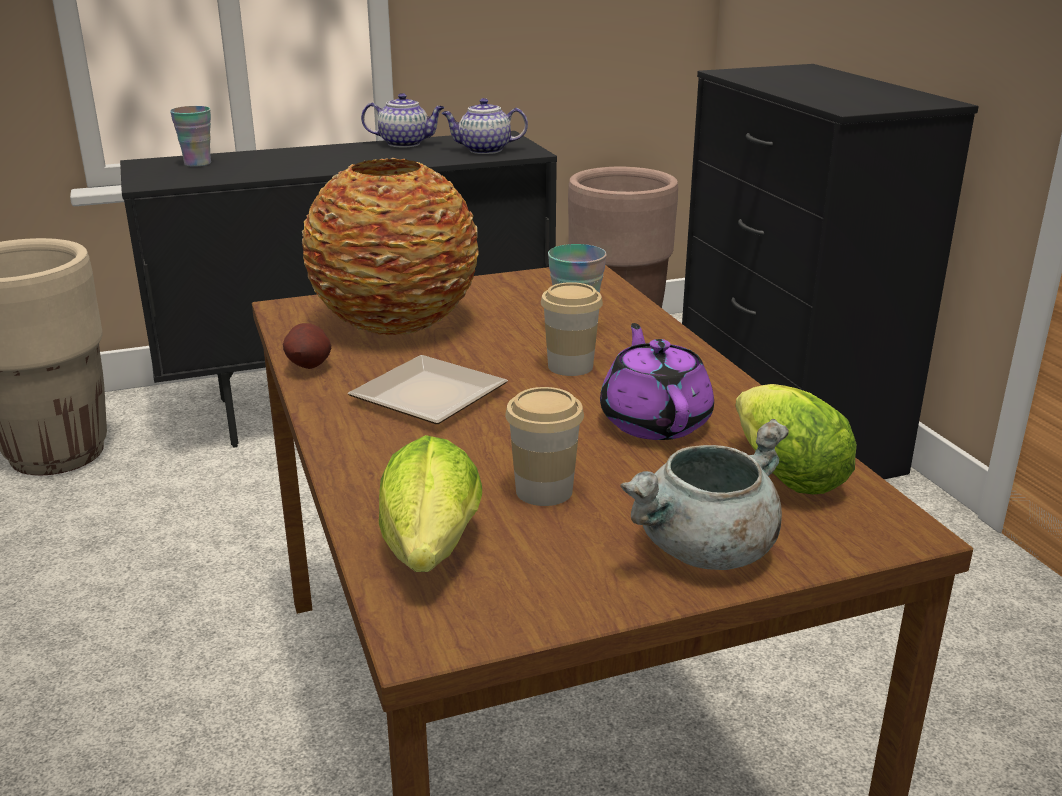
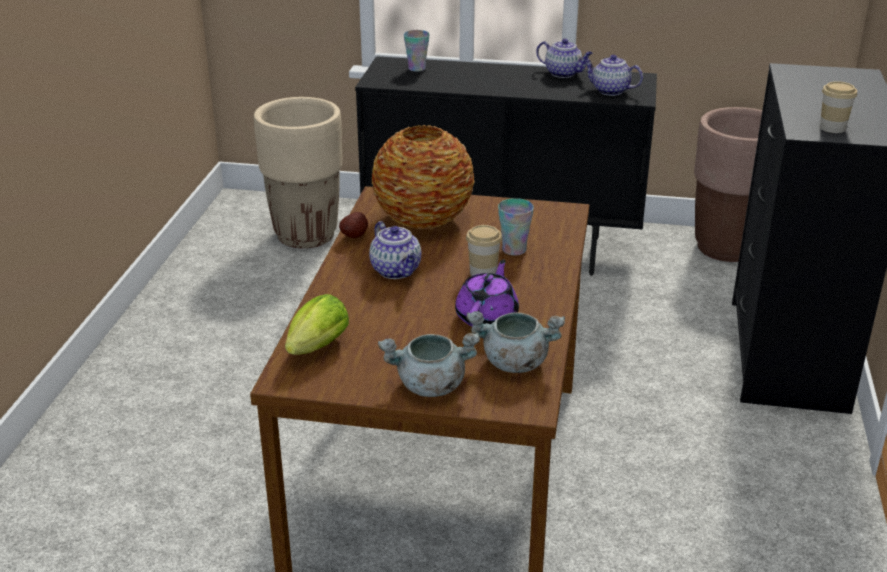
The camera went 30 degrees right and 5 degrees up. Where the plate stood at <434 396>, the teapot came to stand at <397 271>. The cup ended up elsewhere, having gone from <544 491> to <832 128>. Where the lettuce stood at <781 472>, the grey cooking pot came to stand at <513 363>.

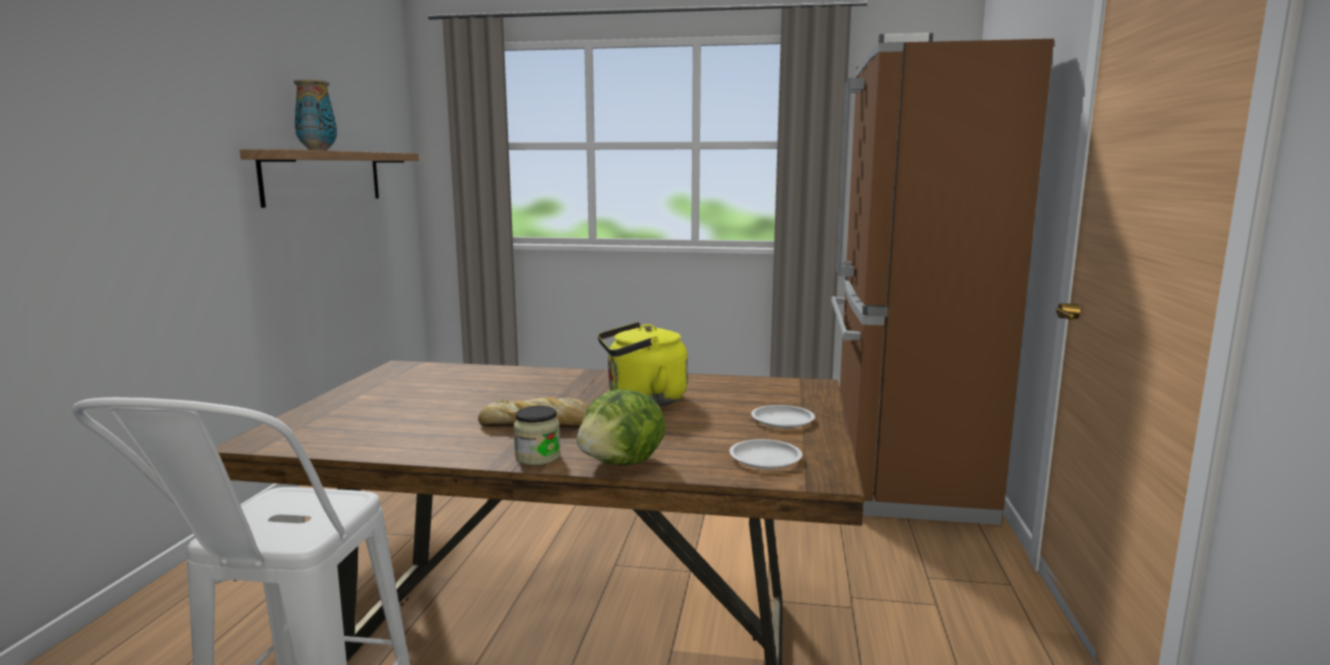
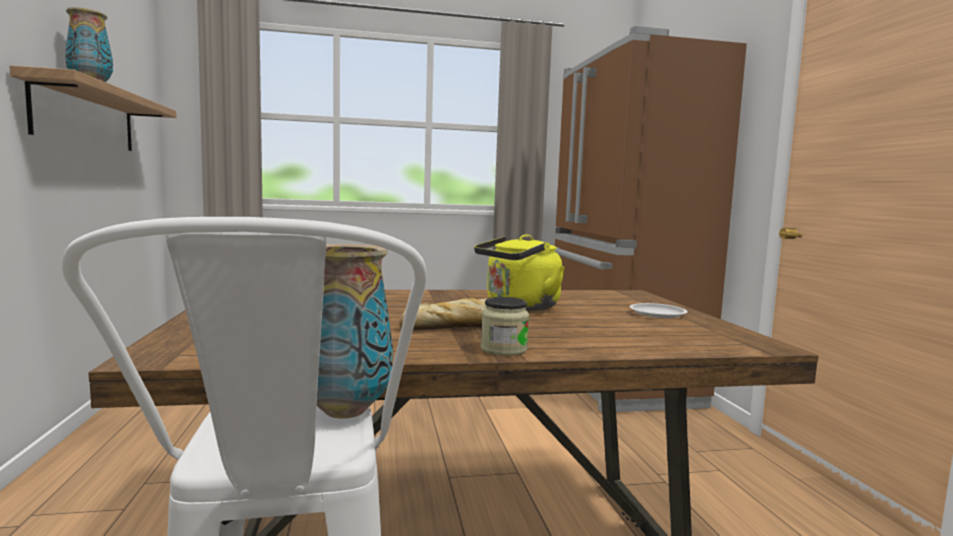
The camera went 20 degrees left and 5 degrees down. The second view lost the lettuce at <623 463>. The second view lost the white plate at <764 459>. The second view gained the vase at <345 411>.

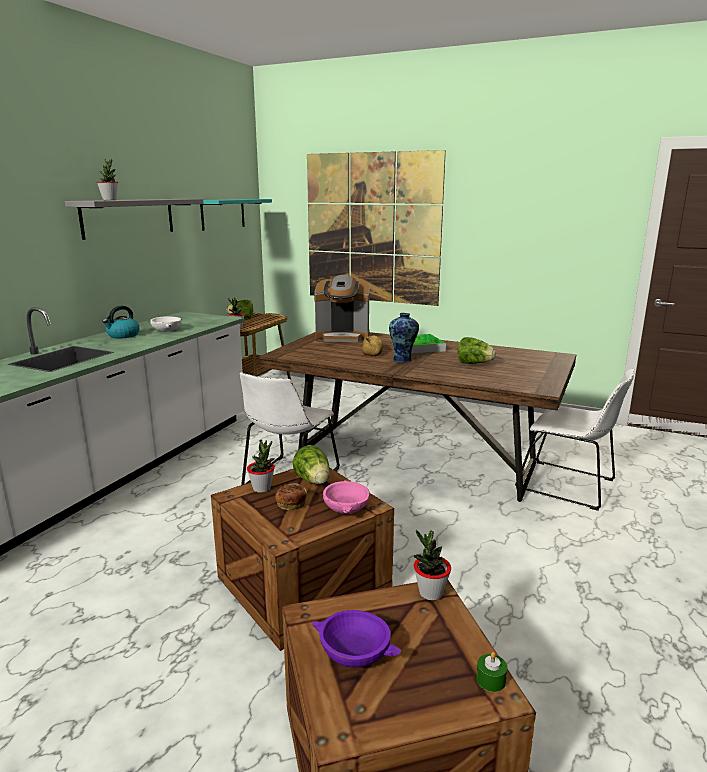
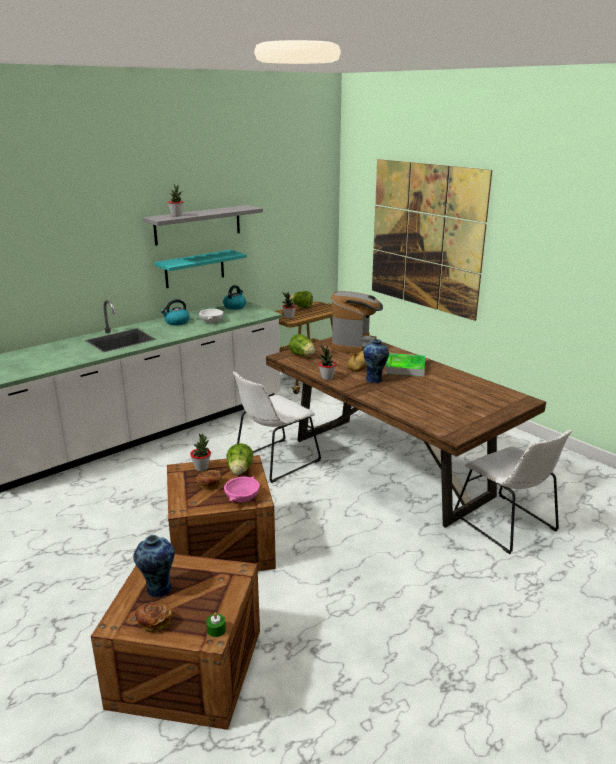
The camera went 25 degrees right and 5 degrees up. The turquoise shelf ended up elsewhere, having gone from <223 214> to <194 269>. Where the purple bowl stood at <353 653>, the vase came to stand at <157 589>. The coffee machine at <342 336> ended up facing another way, 105 degrees counterclockwise from before. The potted plant ended up elsewhere, having gone from <430 593> to <327 378>. The lettuce ended up elsewhere, having gone from <474 364> to <302 355>. The second view gained the bread at <154 623>. The second view gained the kettle at <235 306>.

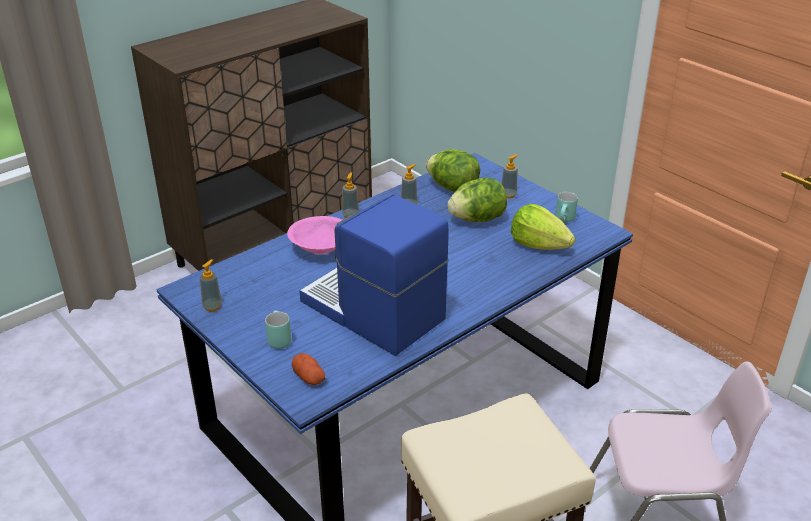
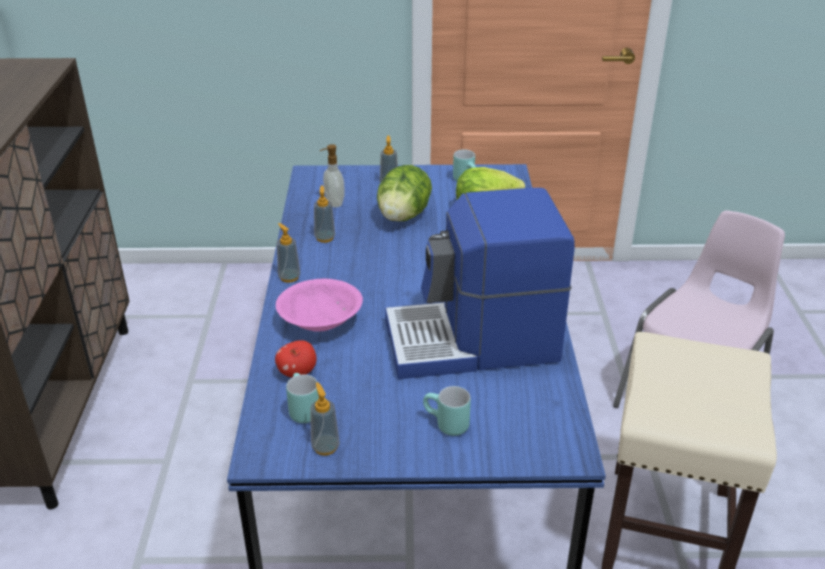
The camera went 50 degrees left and 0 degrees up. The second view lost the potato at <309 377>. Where the lettuce stood at <453 188>, the soap dispenser came to stand at <333 203>. The second view gained the apple at <297 372>. The second view gained the turquoise mug at <300 410>.

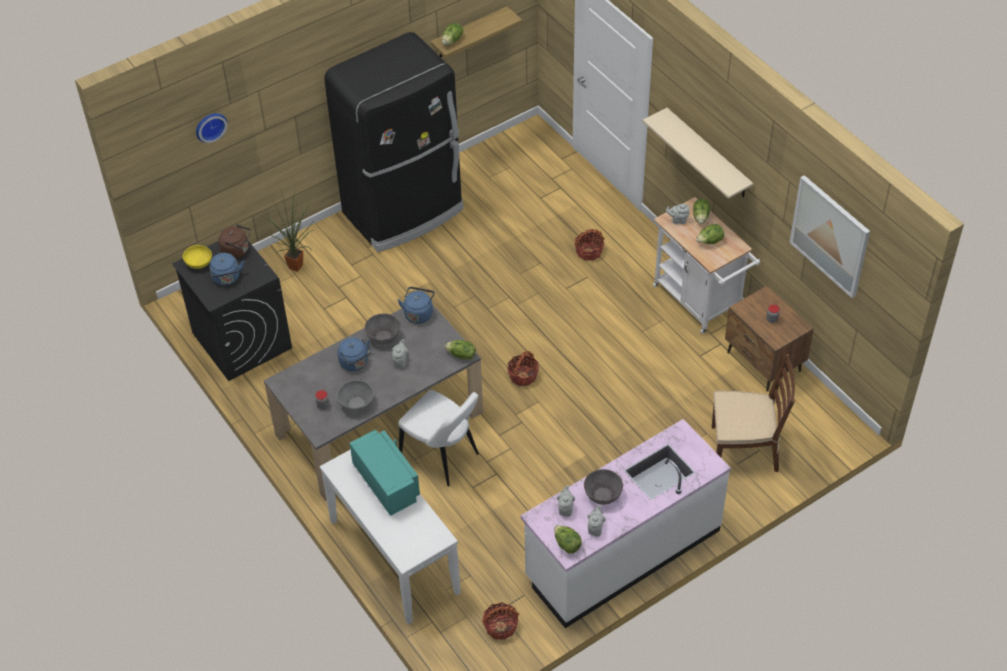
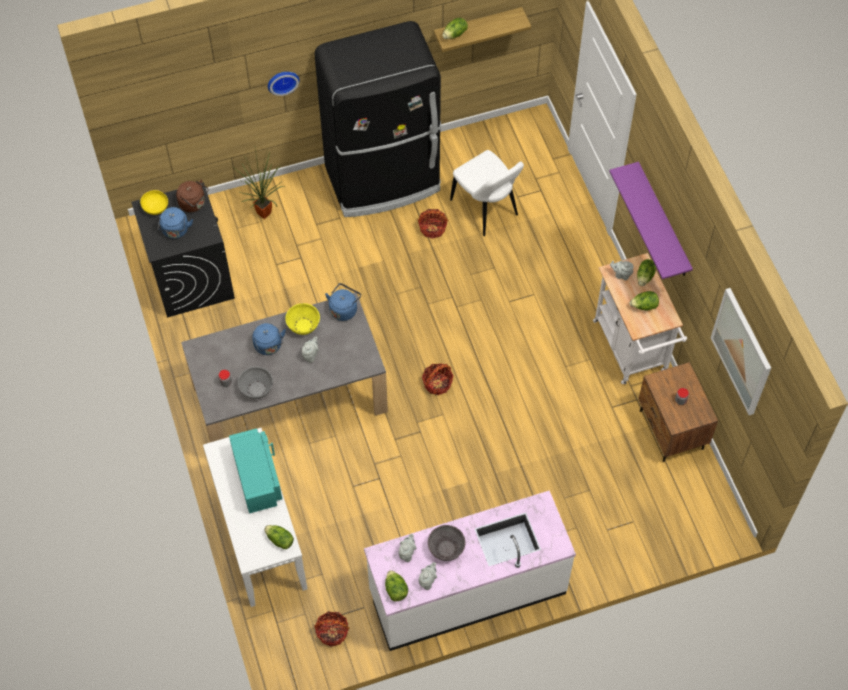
The camera went 15 degrees right and 10 degrees up. The wall clock ended up elsewhere, having gone from <210 126> to <282 81>. What was the grey bowl at <383 337> turned into the yellow bowl at <303 325>. The white chair ended up elsewhere, having gone from <442 457> to <486 209>. The lettuce ended up elsewhere, having gone from <461 355> to <279 540>. The basket ended up elsewhere, having gone from <589 251> to <432 228>. What was the beige shelf at <708 154> turned into the purple shelf at <663 221>. The second view lost the brown chair at <745 448>.

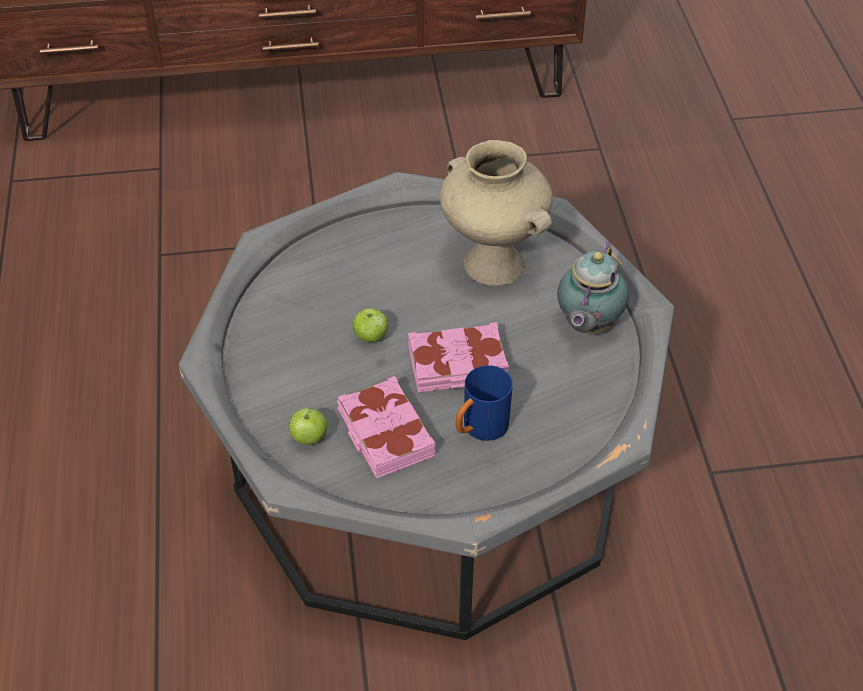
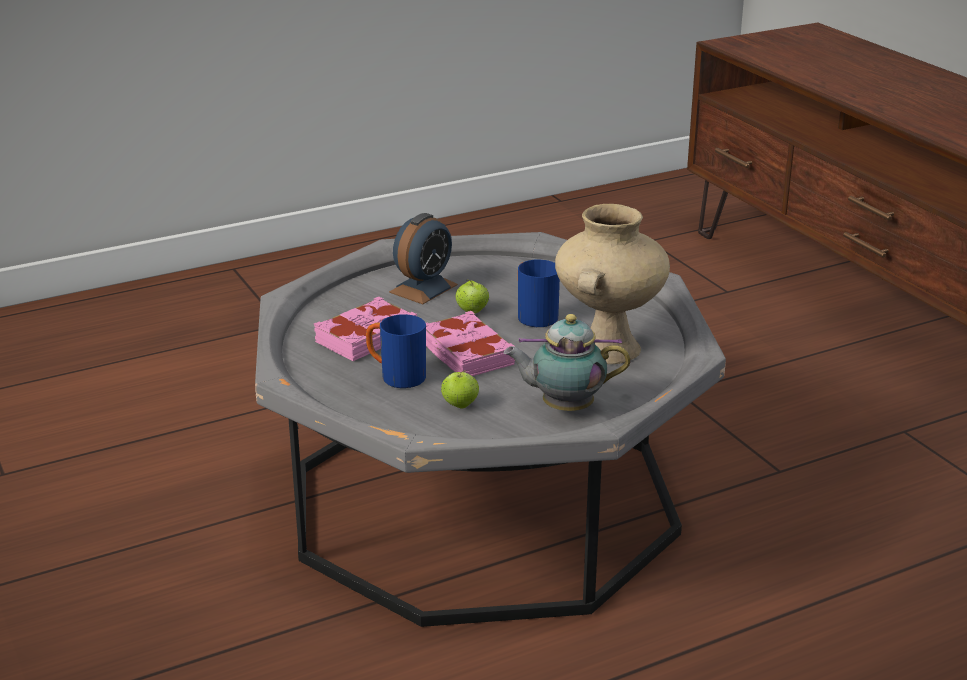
The camera went 70 degrees right and 20 degrees down. The apple ended up elsewhere, having gone from <309 438> to <460 405>. The second view gained the alarm clock at <423 288>. The second view gained the blue mug at <533 315>.

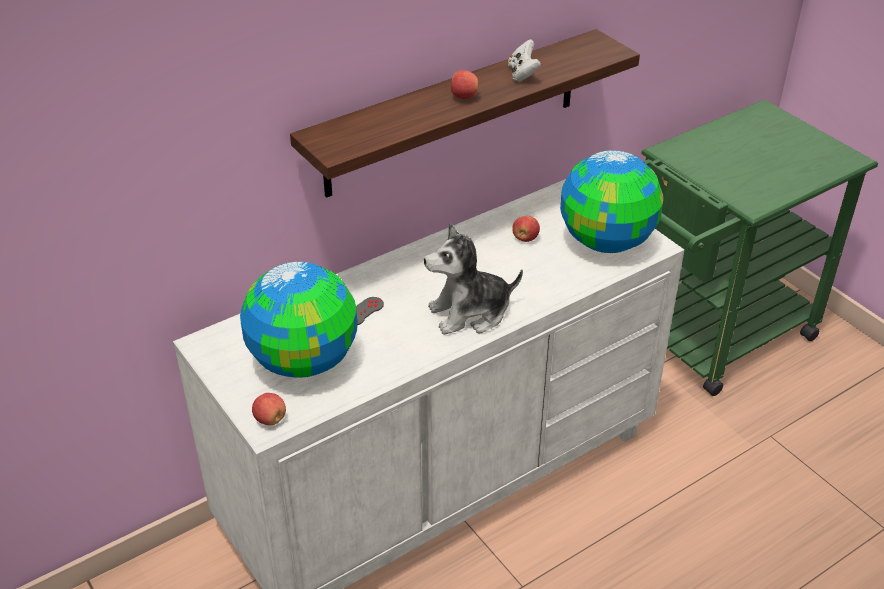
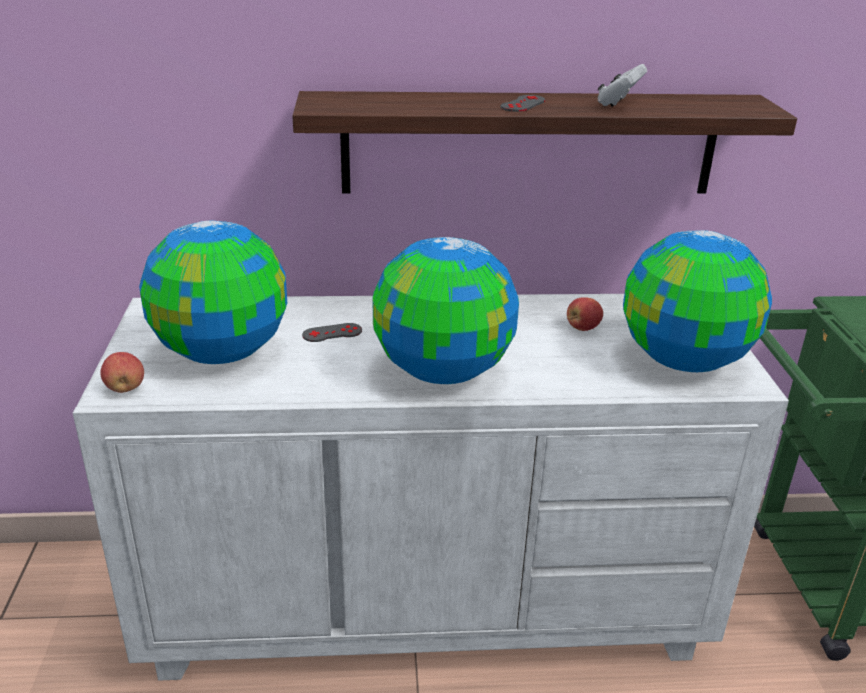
The camera went 30 degrees right and 10 degrees down. Where the plush toy stood at <470 313>, the globe came to stand at <443 372>. Where the apple stood at <464 97>, the grey game controller came to stand at <523 104>.

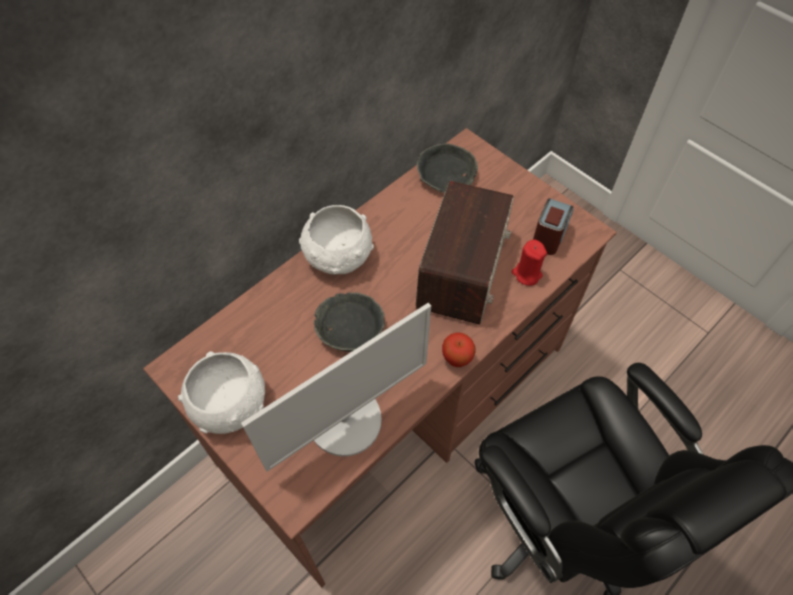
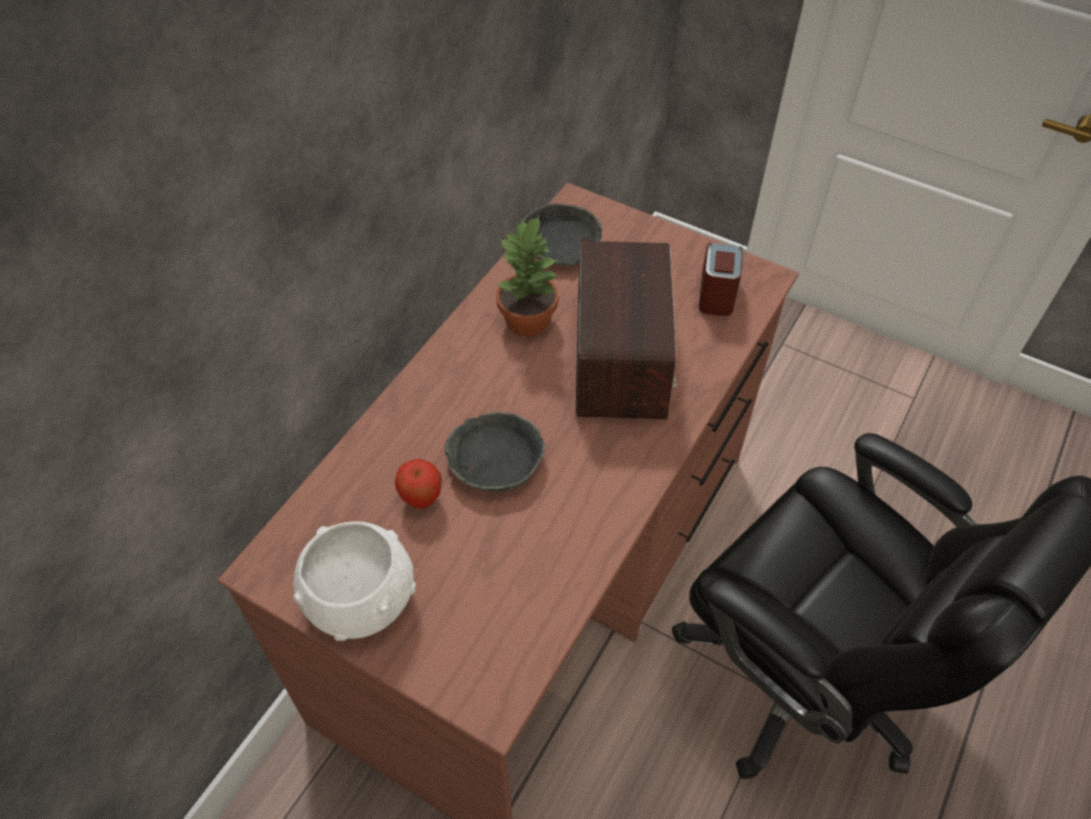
The camera went 15 degrees left and 5 degrees down. The second view lost the monitor at <345 420>. The second view lost the white bowl at <338 256>. The apple ended up elsewhere, having gone from <457 359> to <421 498>. The second view lost the red candle at <526 274>. The second view gained the potted plant at <529 320>.

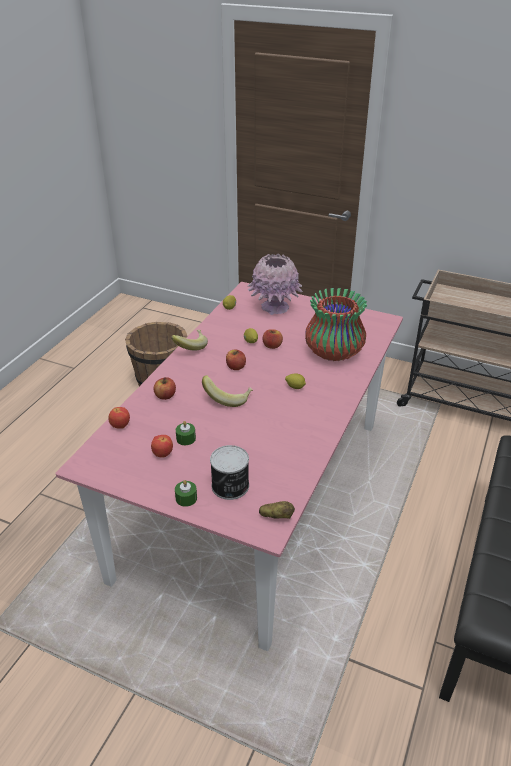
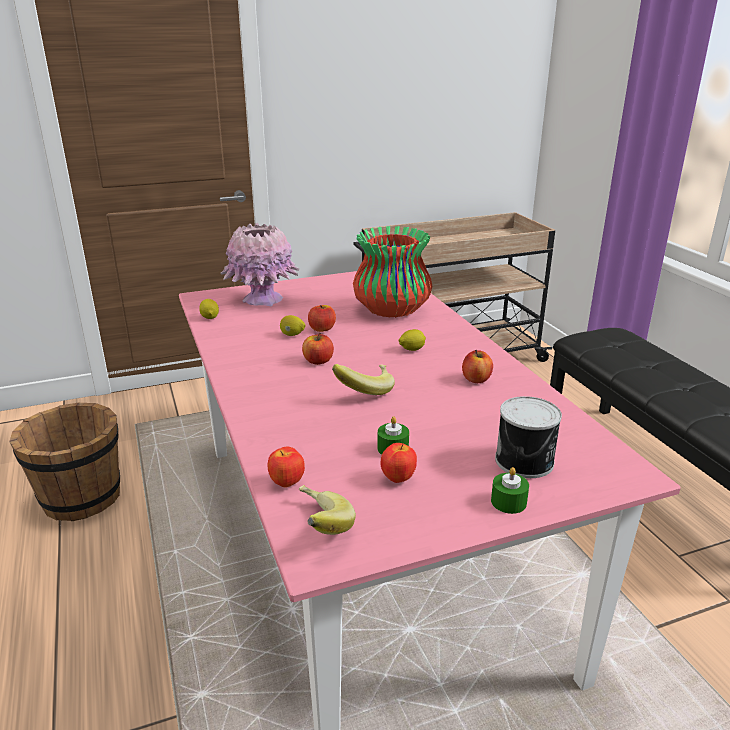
The camera went 45 degrees left and 10 degrees down. The apple ended up elsewhere, having gone from <165 396> to <476 379>. The banana ended up elsewhere, having gone from <190 347> to <317 528>. The second view lost the potato at <276 516>.

